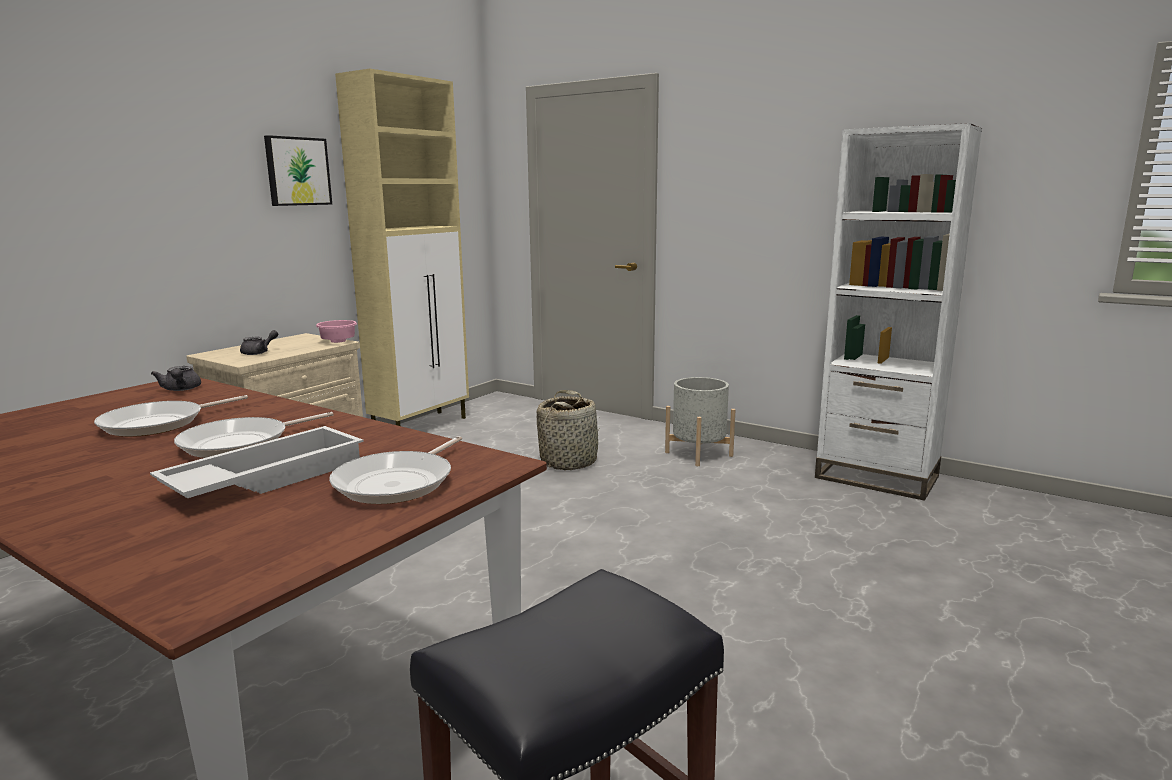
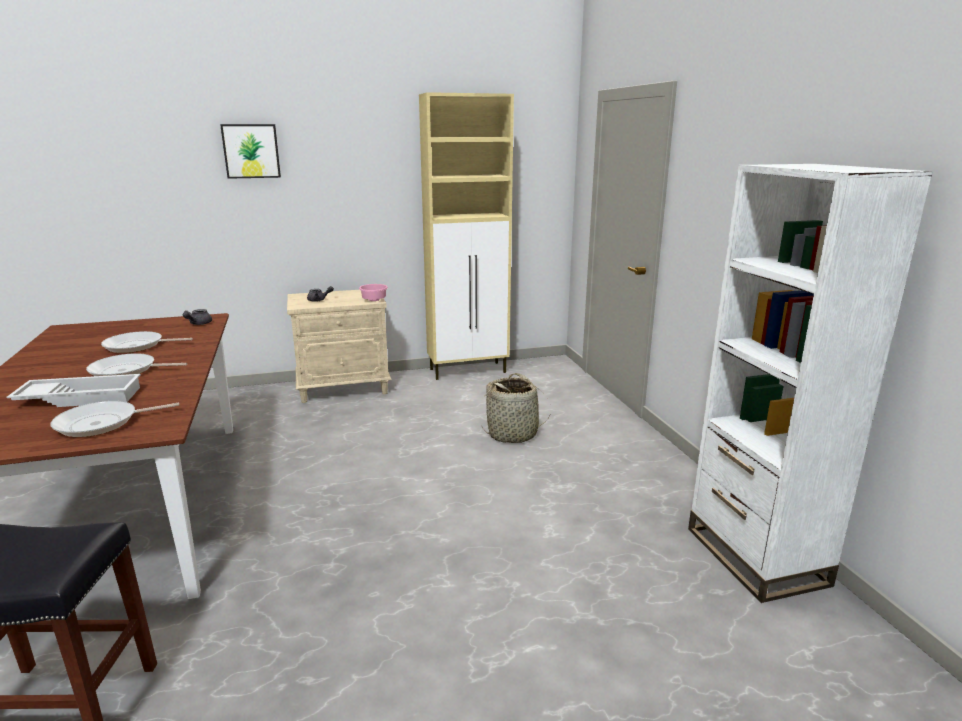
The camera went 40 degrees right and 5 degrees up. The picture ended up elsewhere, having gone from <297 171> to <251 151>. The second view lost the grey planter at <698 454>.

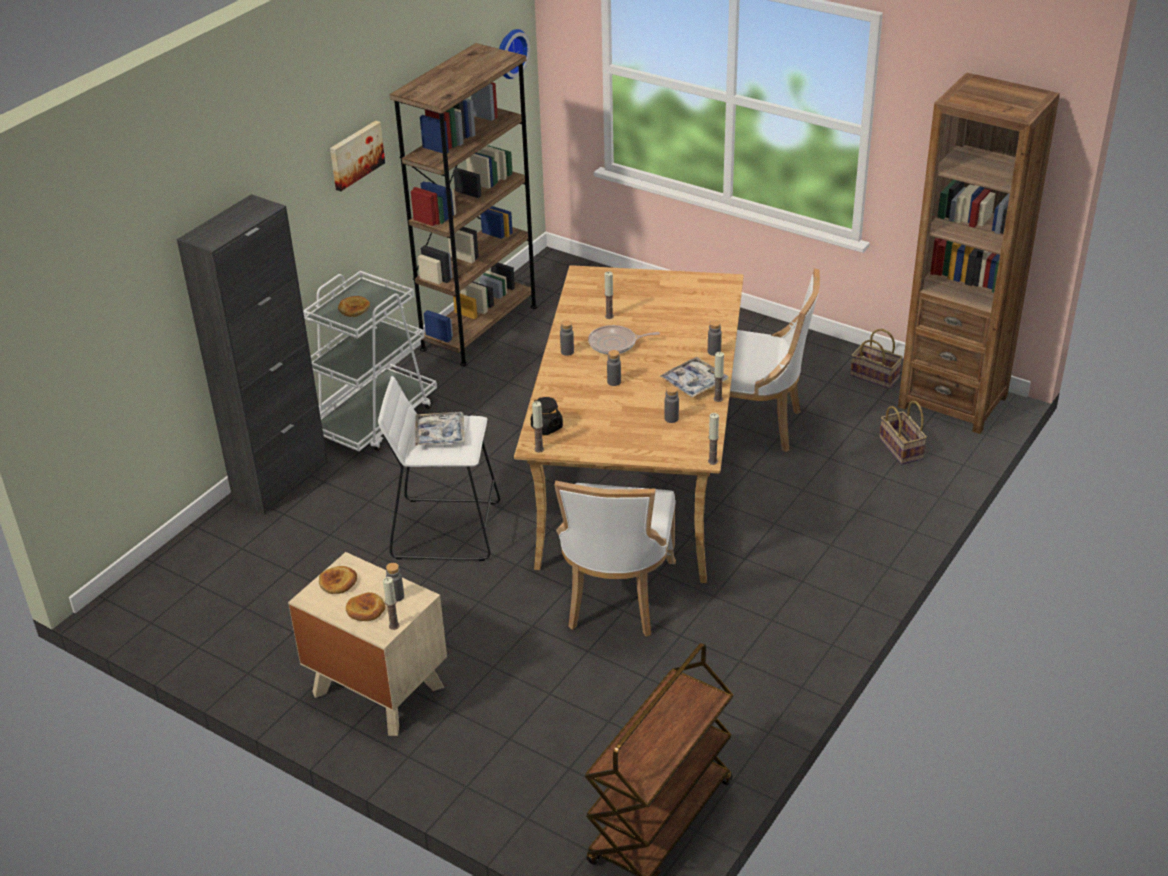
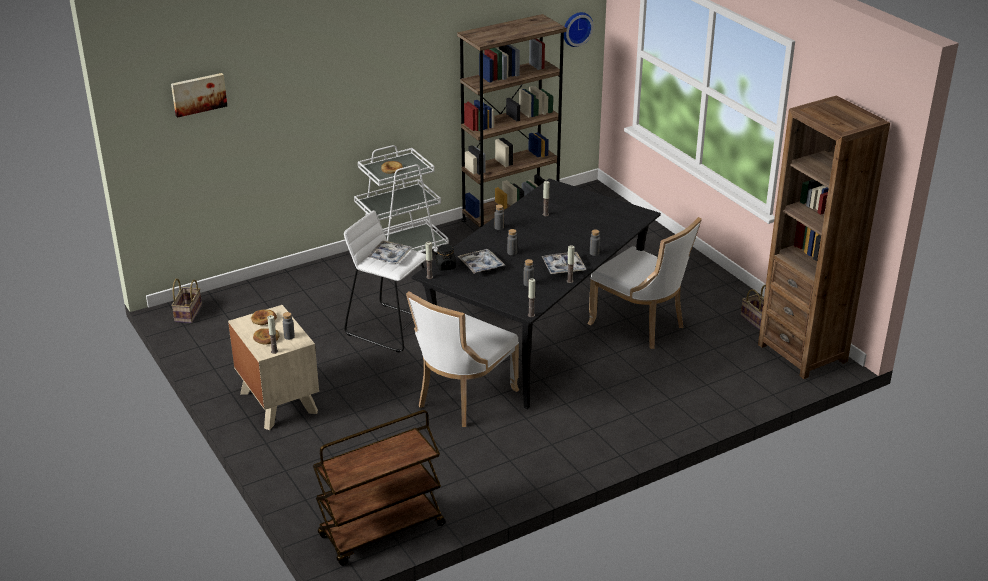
The camera went 25 degrees right and 5 degrees down. The second view lost the black cabinet at <281 481>. The picture ended up elsewhere, having gone from <355 155> to <198 94>. What was the beige dining table at <639 475> turned into the black dining table at <539 333>. The second view lost the frying pan at <615 344>. The basket ended up elsewhere, having gone from <902 449> to <188 314>. The second view gained the tray at <481 265>.

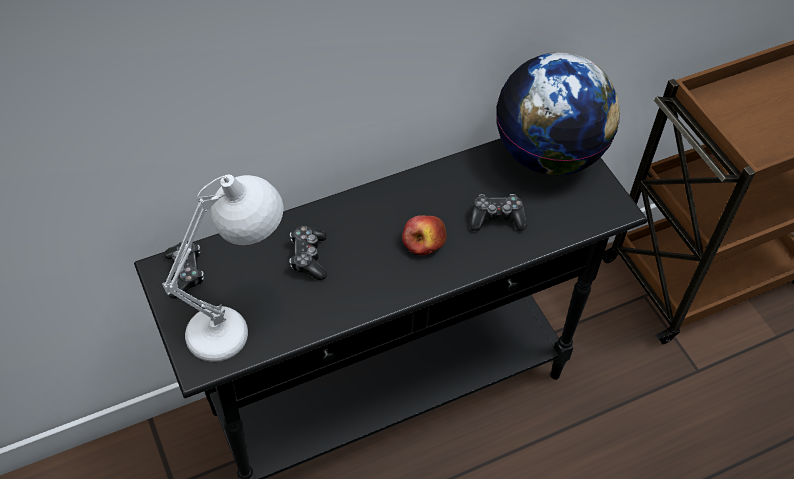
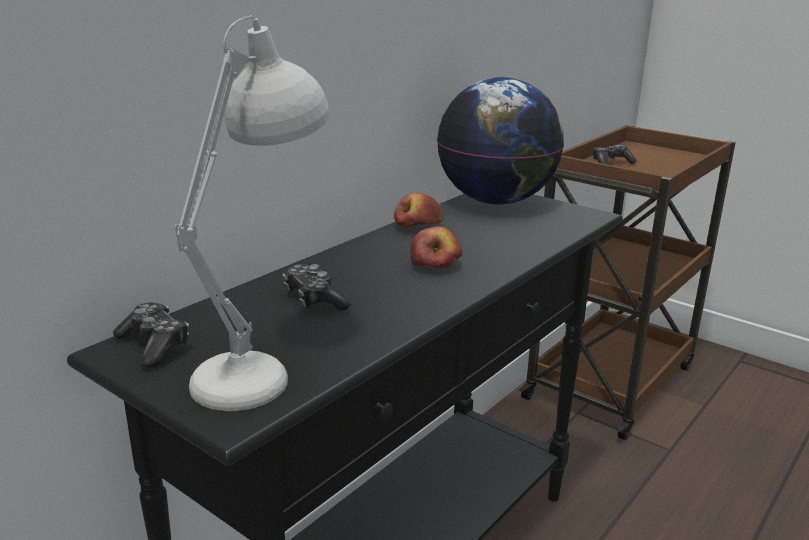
The camera went 25 degrees left and 30 degrees down. The game controller ended up elsewhere, having gone from <496 218> to <611 163>. The second view gained the apple at <418 226>.

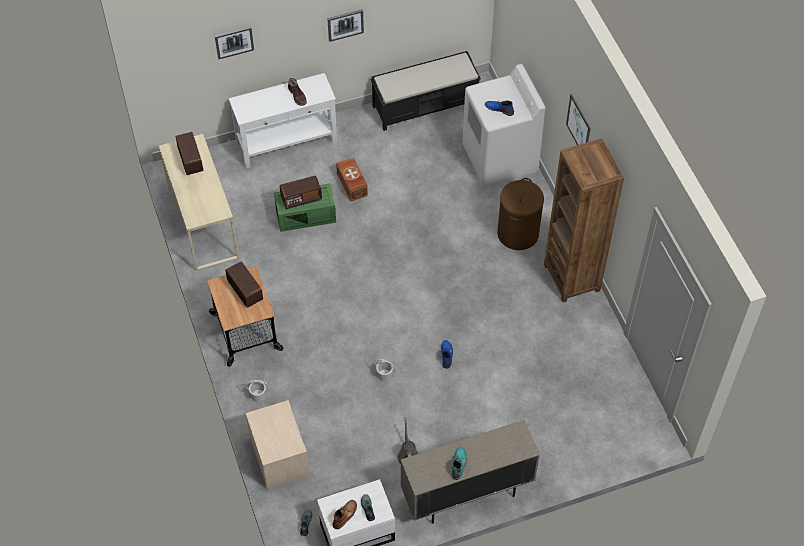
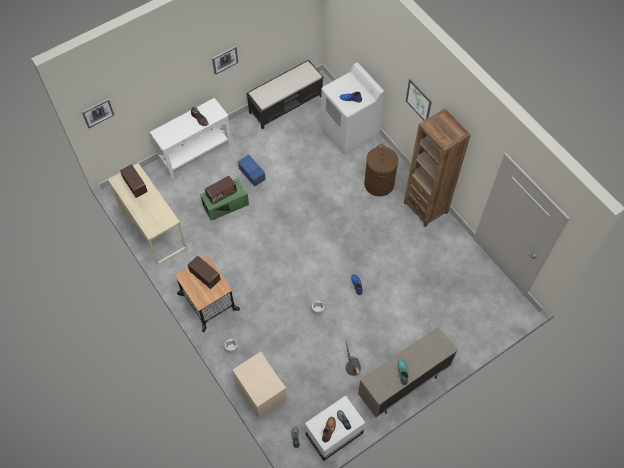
The camera went 15 degrees left and 5 degrees up. The picture ended up elsewhere, having gone from <234 42> to <97 112>. What was the brown storage box at <351 185> turned into the blue storage box at <252 174>.

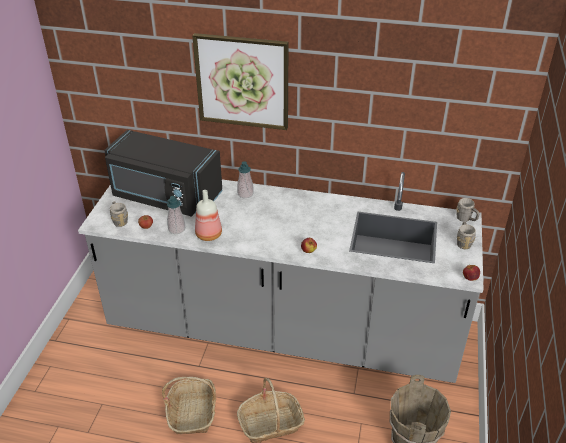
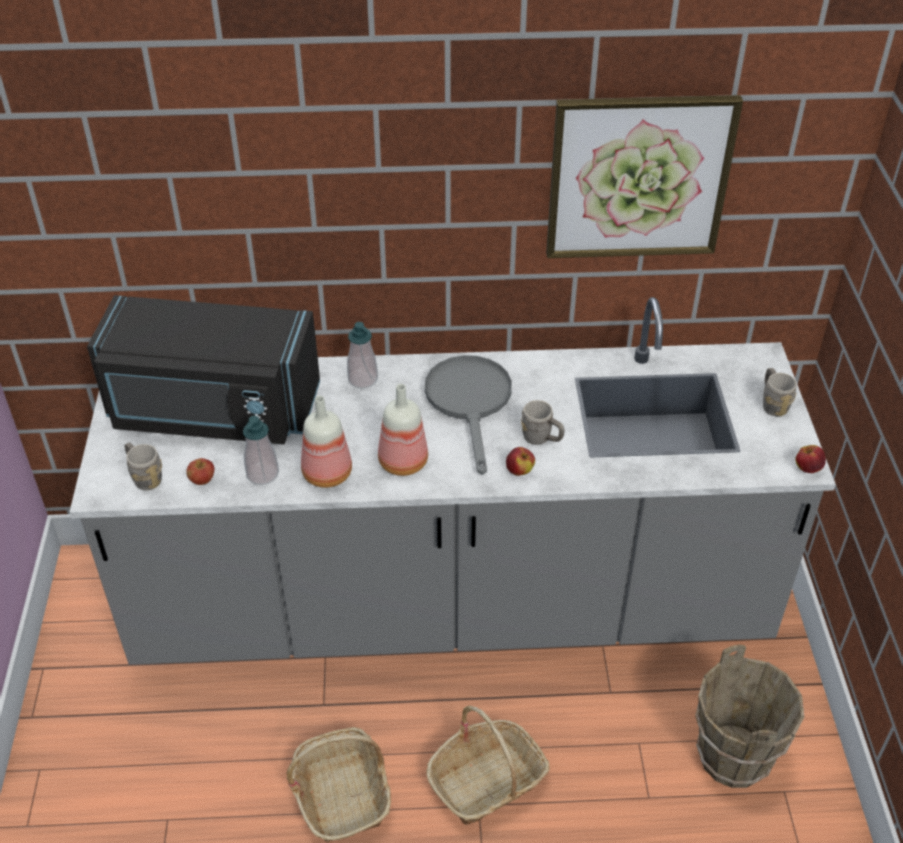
The camera went 15 degrees left and 5 degrees up. The picture ended up elsewhere, having gone from <242 81> to <638 177>. The grey mug ended up elsewhere, having gone from <466 219> to <541 439>. The second view gained the bottle at <402 463>. The second view gained the grey frying pan at <470 402>.

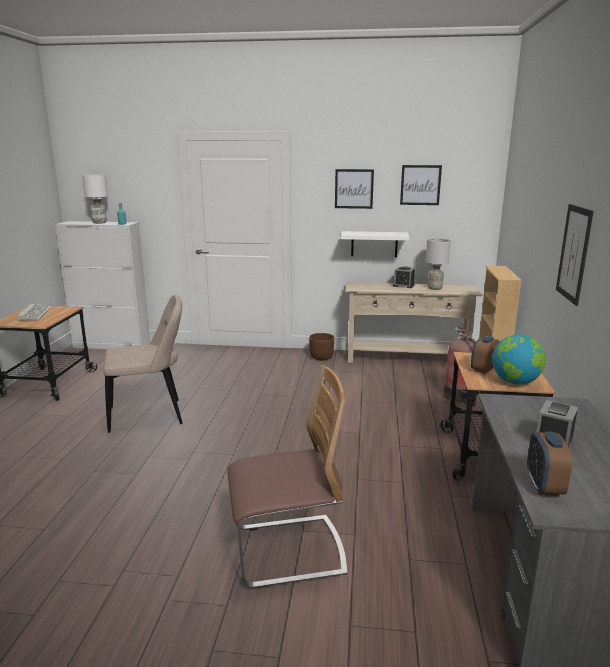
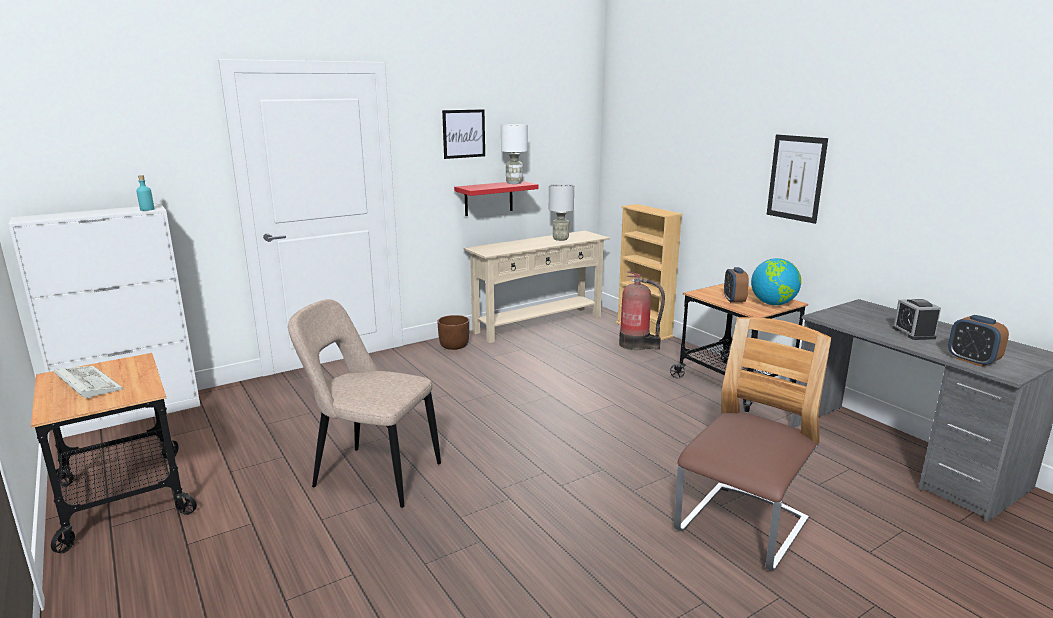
The camera went 40 degrees left and 0 degrees up. The white table lamp ended up elsewhere, having gone from <100 223> to <514 183>. The beige chair at <150 415> ended up facing another way, 105 degrees counterclockwise from before. What was the white shelf at <374 244> turned into the red shelf at <488 198>. The second view lost the alarm clock at <403 285>. The second view lost the picture at <420 185>.

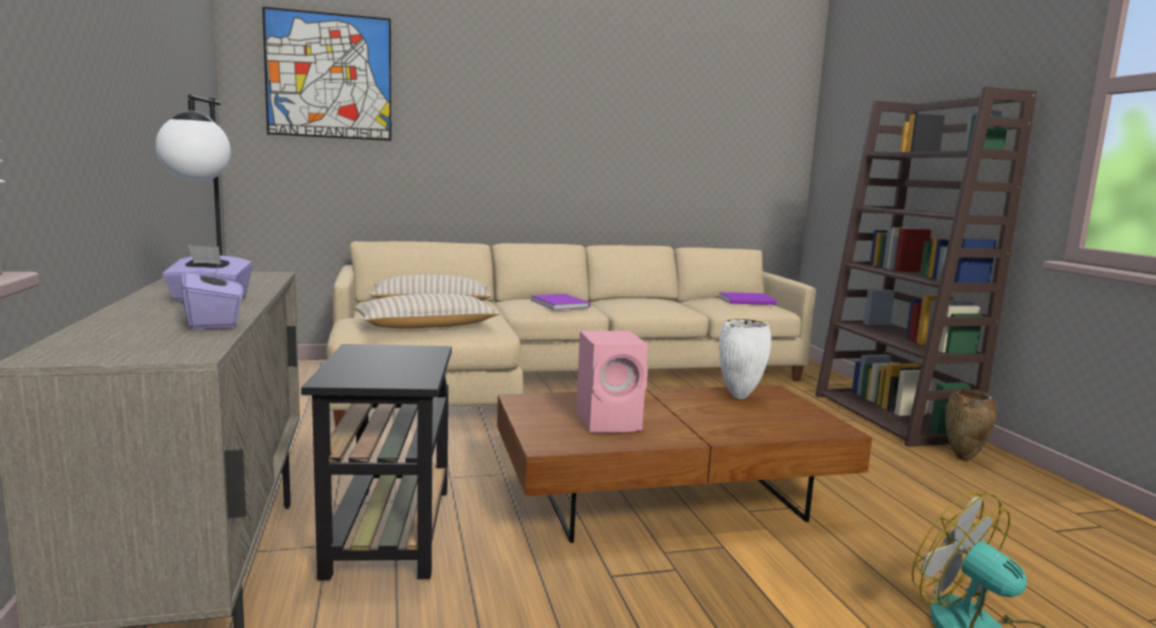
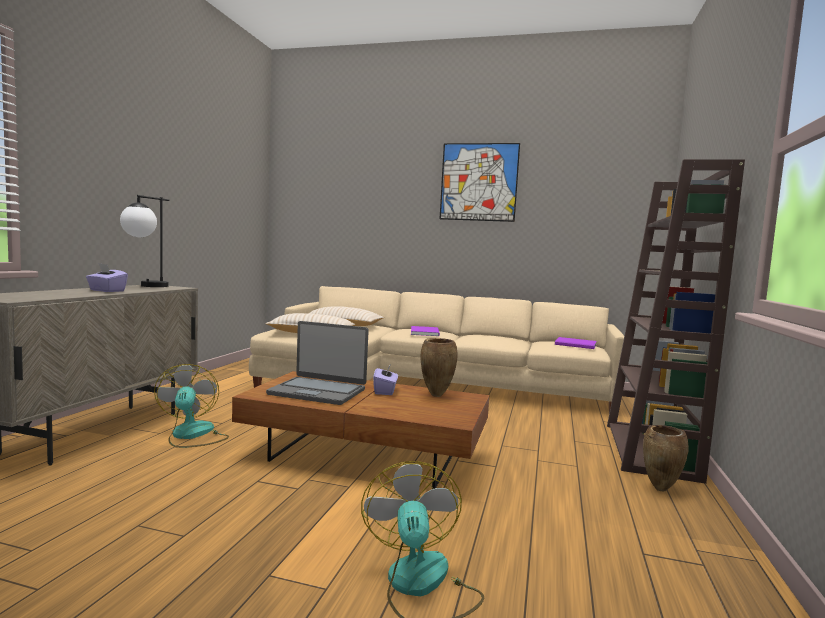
The camera went 30 degrees right and 5 degrees down. The purple tissue box ended up elsewhere, having gone from <214 322> to <385 391>. The picture ended up elsewhere, having gone from <329 76> to <478 182>. Where the black side table stood at <389 534>, the fan came to stand at <192 435>. Where the pink speaker stood at <611 422>, the laptop came to stand at <318 392>. What was the white vase at <739 398> turned into the brown vase at <436 395>.

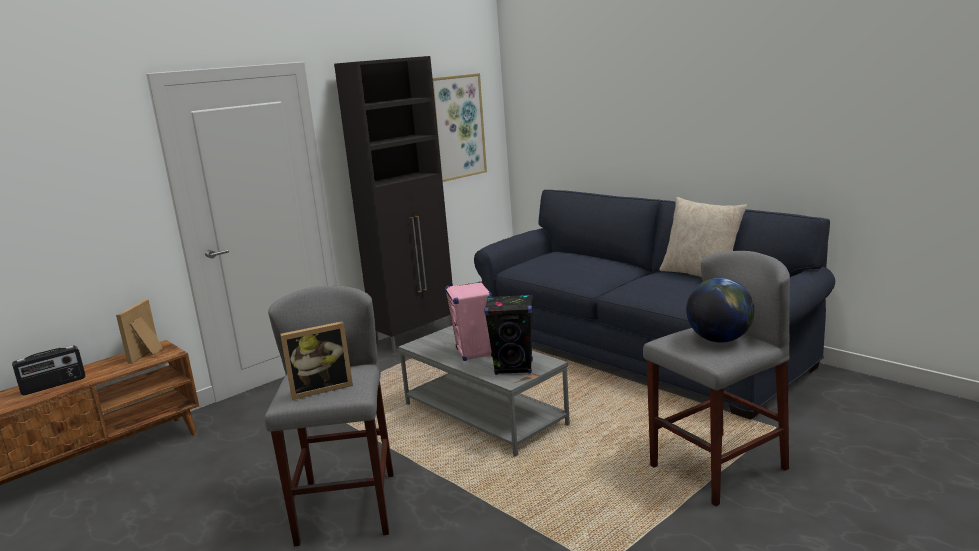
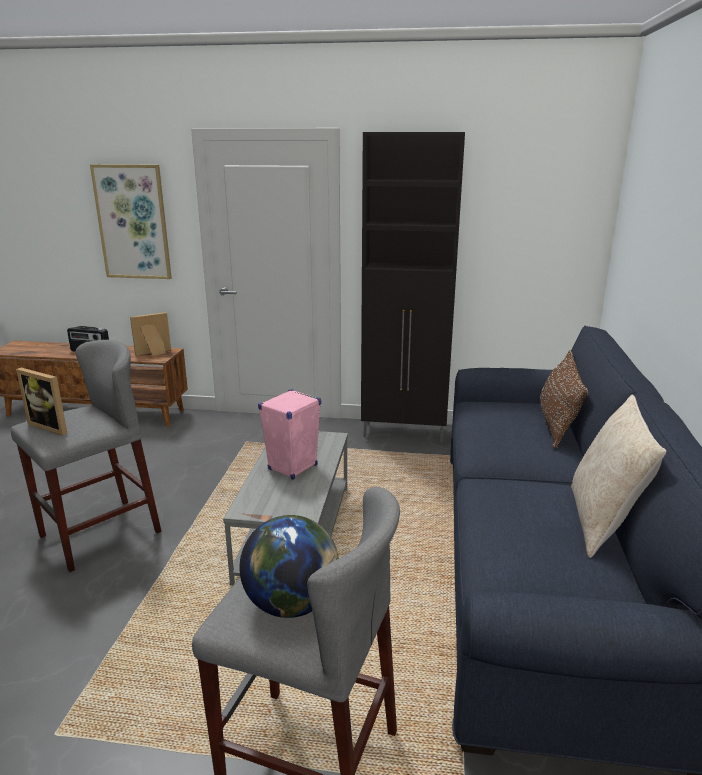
The camera went 50 degrees right and 5 degrees up. The picture ended up elsewhere, having gone from <457 127> to <133 222>. The second view lost the black speaker at <514 368>. The second view gained the brown pillow at <557 424>.

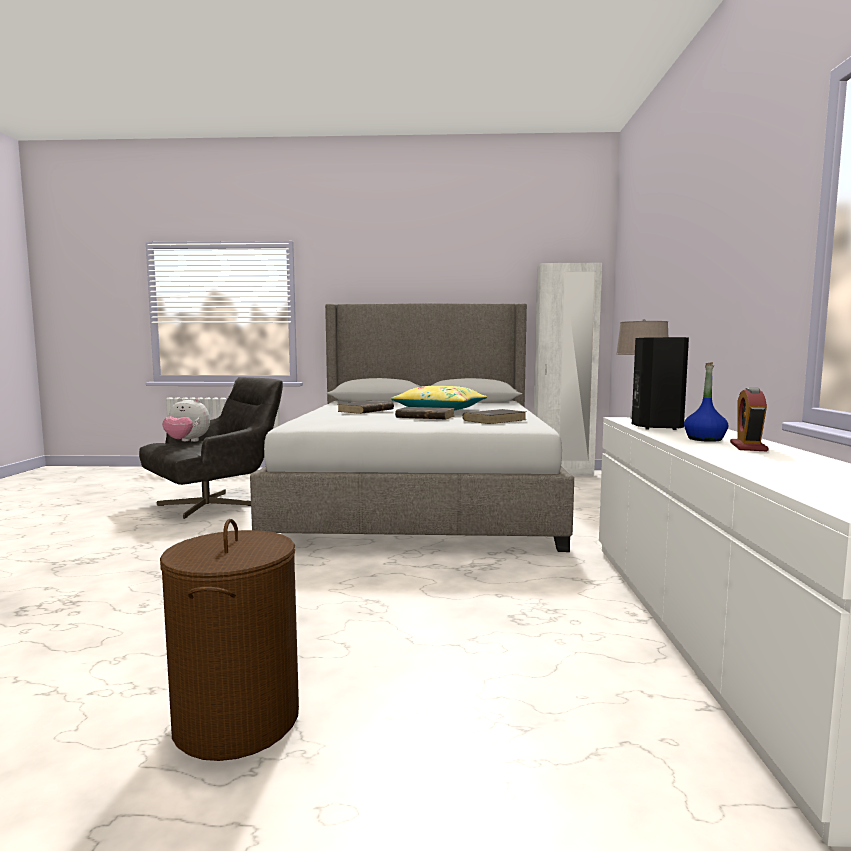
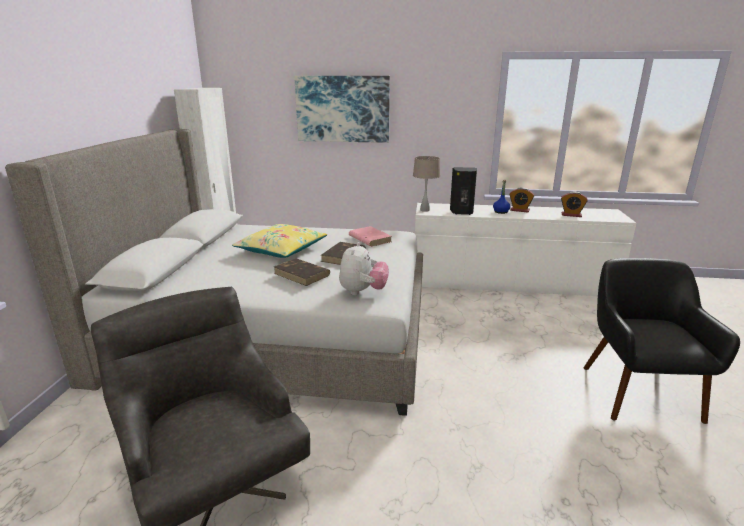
The camera went 85 degrees left and 15 degrees up. Where the brown laundry basket stood at <237 721>, the black armchair came to stand at <637 392>. The plush toy ended up elsewhere, having gone from <187 442> to <362 292>. What was the brown book at <495 420> turned into the pink book at <369 239>. The second view gained the picture at <342 109>. The second view gained the alarm clock at <571 215>.

